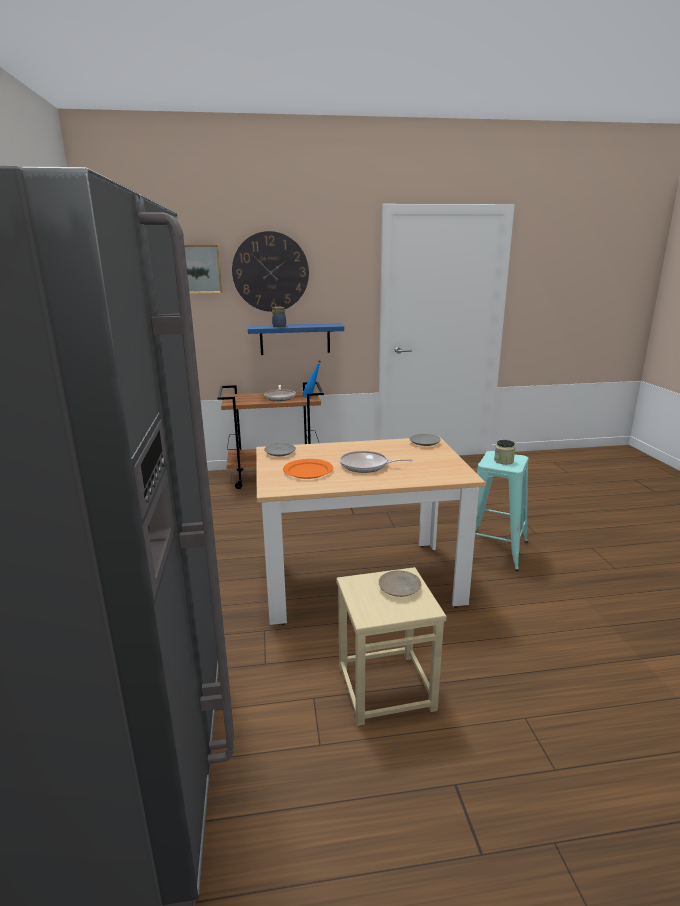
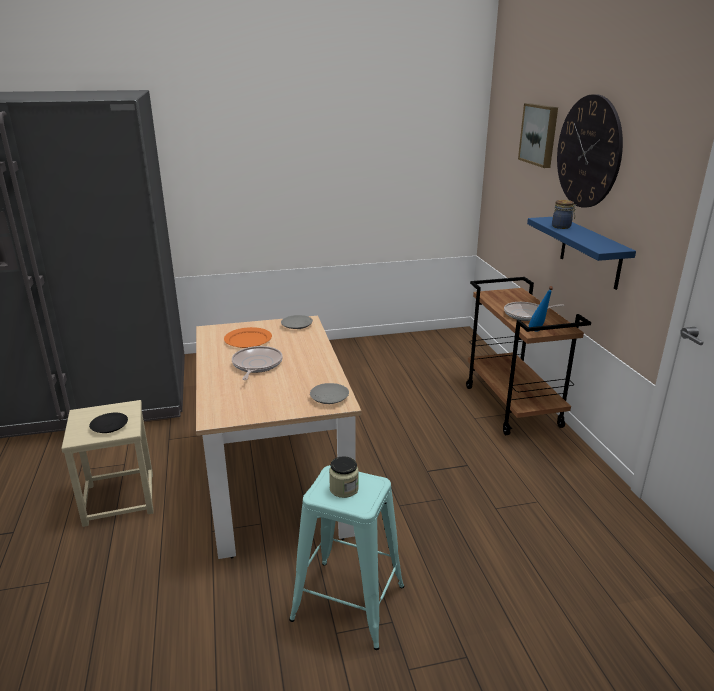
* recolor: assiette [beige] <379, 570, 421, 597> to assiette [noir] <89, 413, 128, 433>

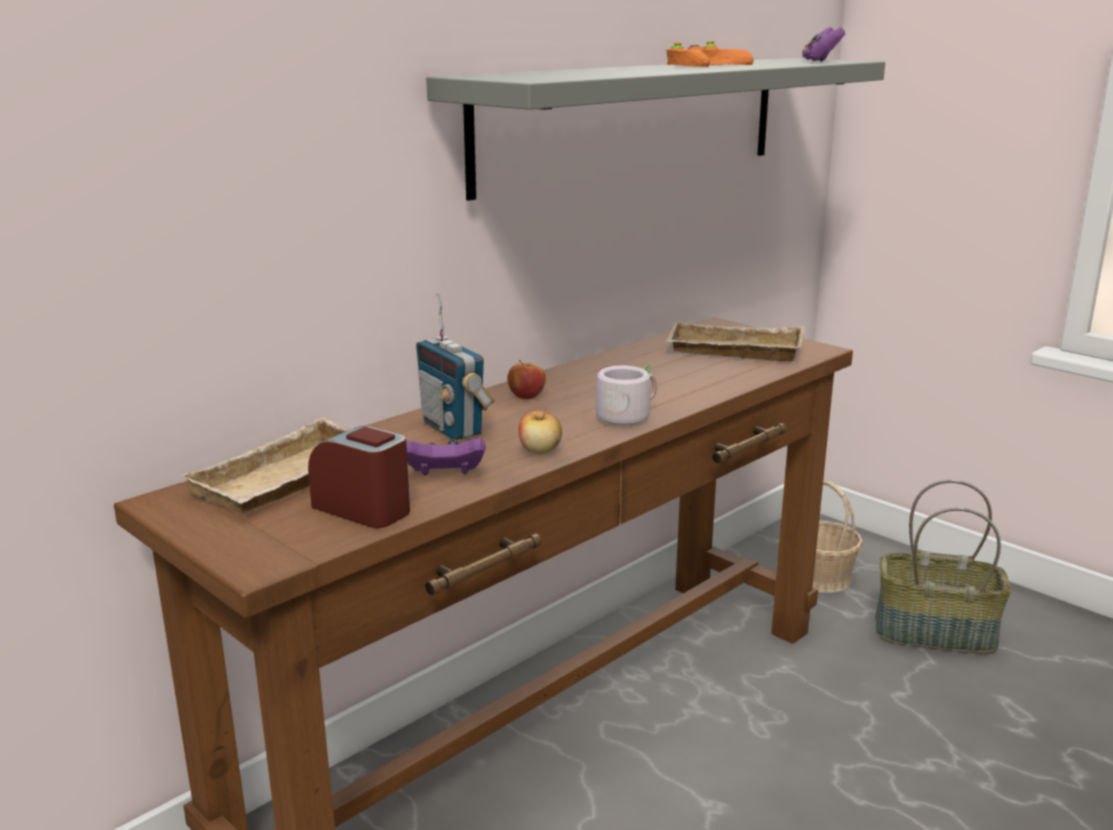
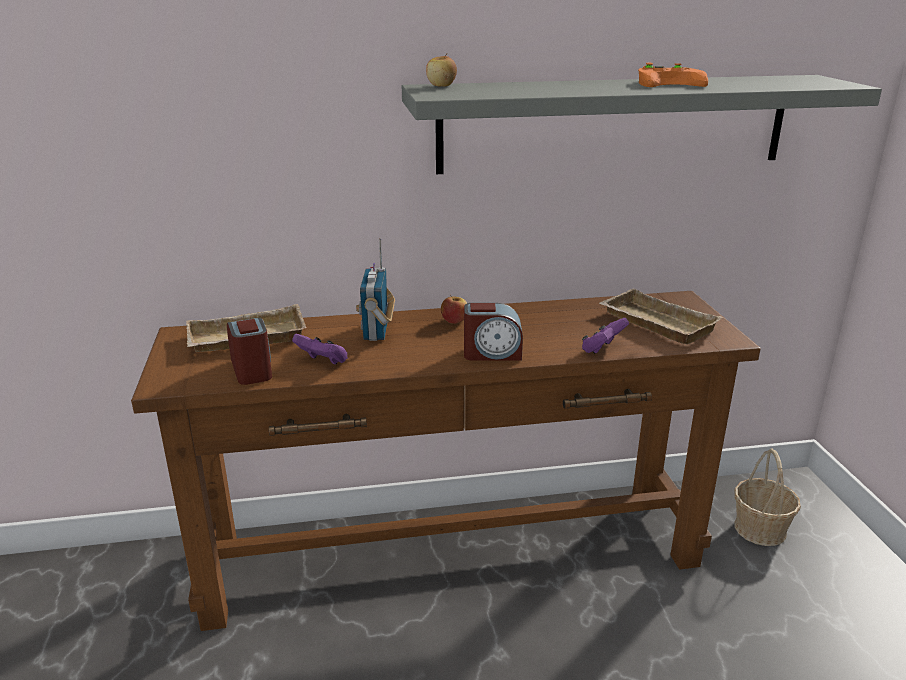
* delete: panier <875, 480, 1011, 654>
* move: pomme <518, 408, 562, 454> to <426, 54, 457, 87>
* move: manette [violet] <802, 27, 845, 62> to <582, 318, 629, 354>
* replace: mug [gris] <579, 364, 657, 425> to réveil <464, 303, 523, 361>

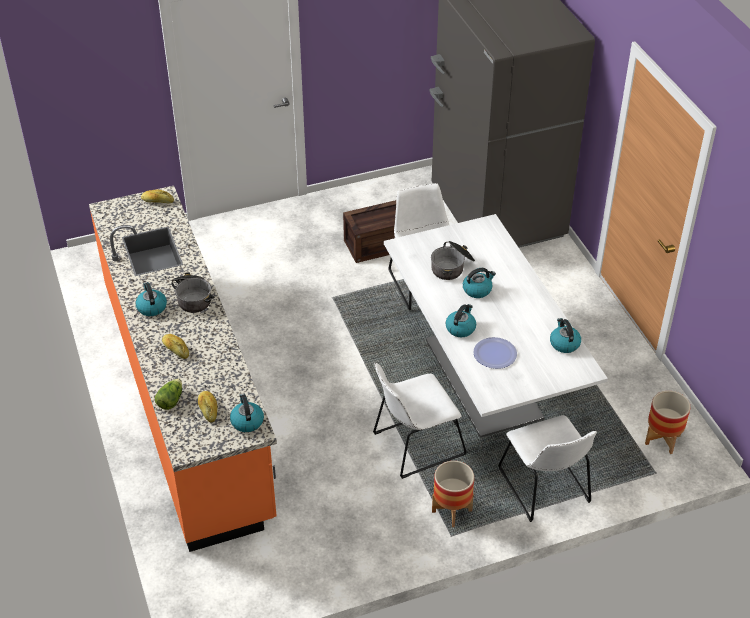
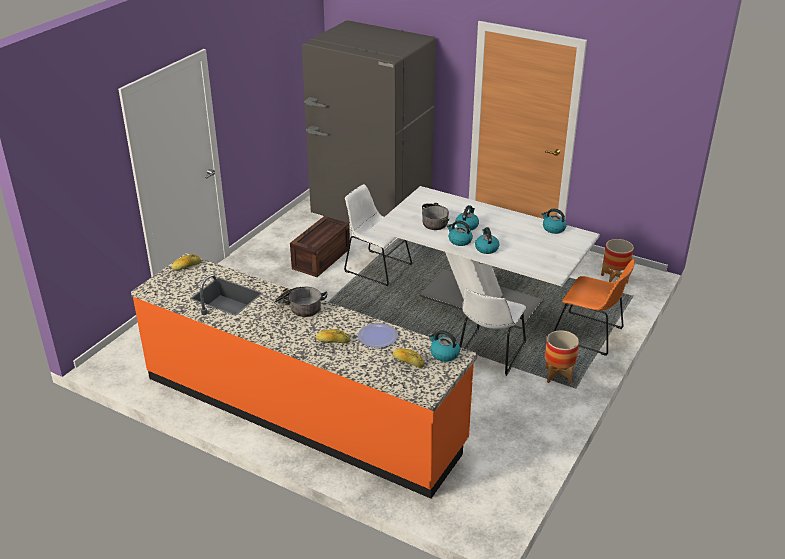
* delete: laitue <154, 378, 182, 410>
* move: bouilloire <135, 282, 167, 316> to <447, 220, 473, 246>
* move: assiette <473, 337, 517, 369> to <358, 323, 398, 348>
* recolor: chaise [blanc] <498, 415, 597, 522> to chaise [orange] <554, 259, 635, 356>

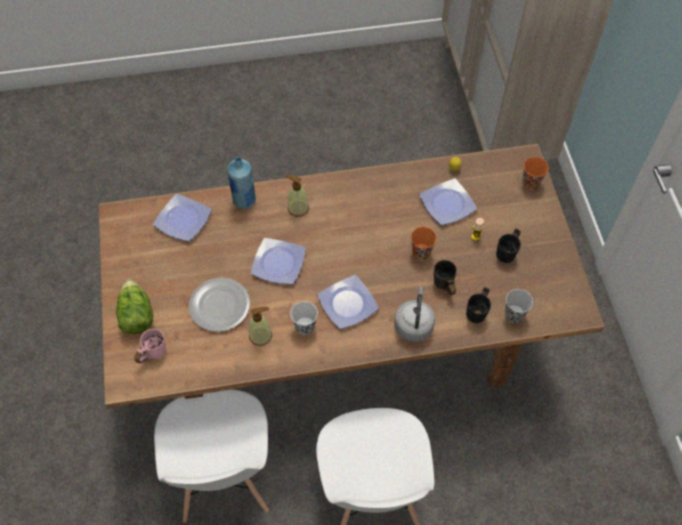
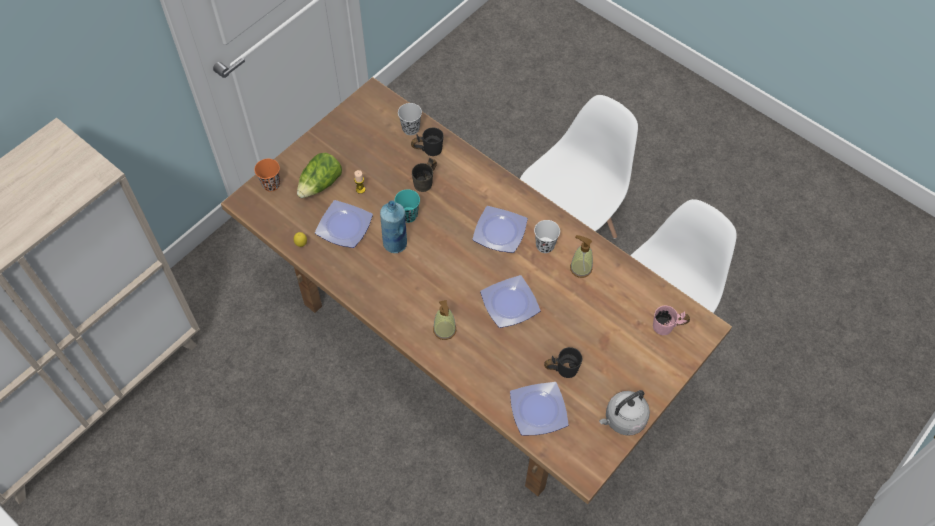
* delete: assiette <189, 278, 250, 332>
* move: laitue <116, 280, 153, 334> to <297, 152, 342, 198>
* move: bouteille [bleu] <227, 157, 256, 209> to <380, 200, 407, 253>
* move: bouilloire [gris] <394, 287, 435, 342> to <599, 390, 650, 436>
* move: mug [noir] <496, 228, 521, 263> to <544, 347, 582, 378>
* recolor: tasse [orange] <411, 227, 437, 260> to tasse [turquoise] <395, 189, 420, 223>

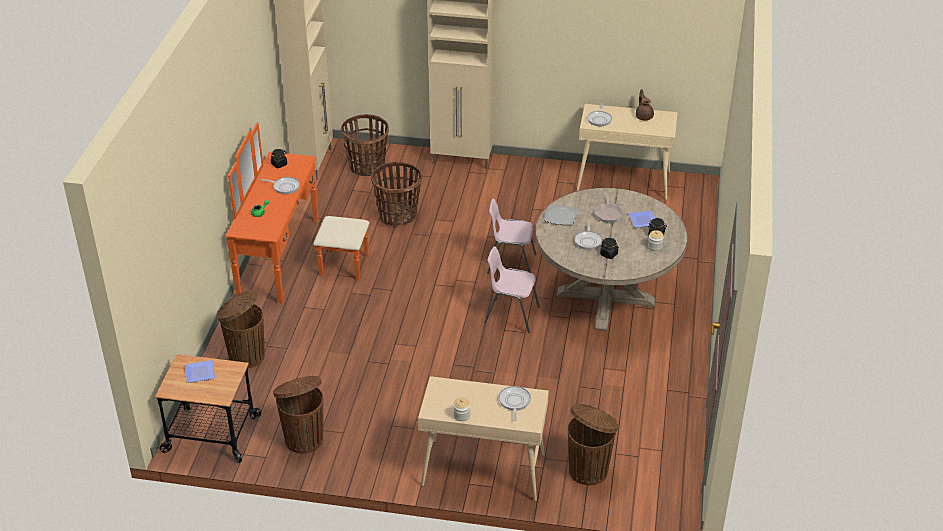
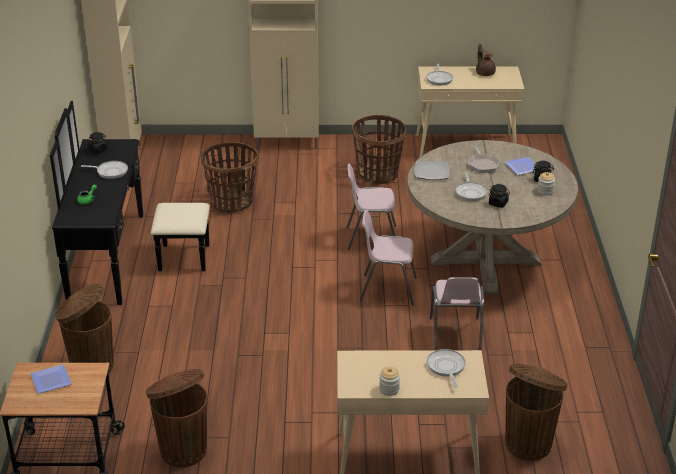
* insert: chaise [rose] <430, 277, 484, 350>
* move: panier <341, 114, 389, 176> to <352, 115, 406, 184>
* recolor: commode [orange] <226, 122, 369, 304> to commode [noir] <50, 101, 210, 305>

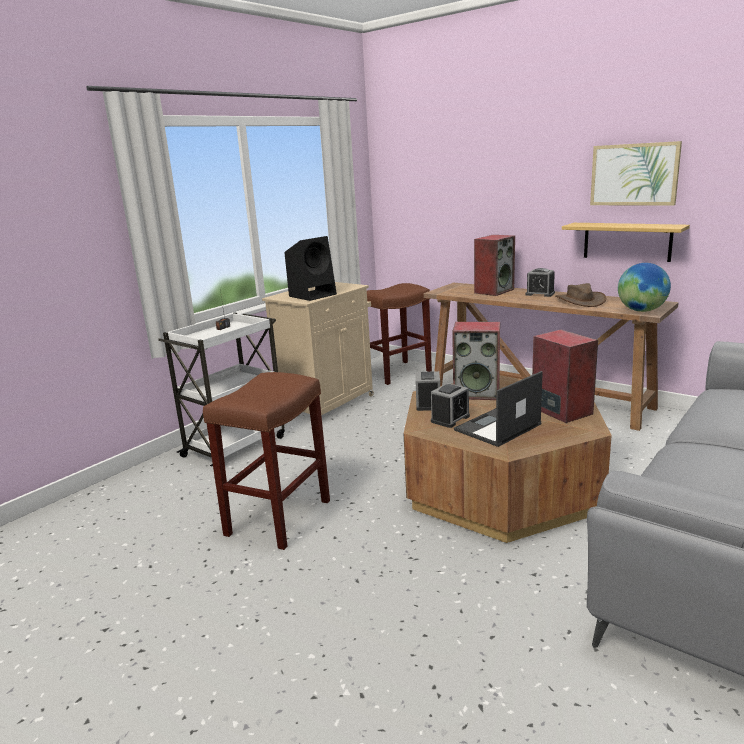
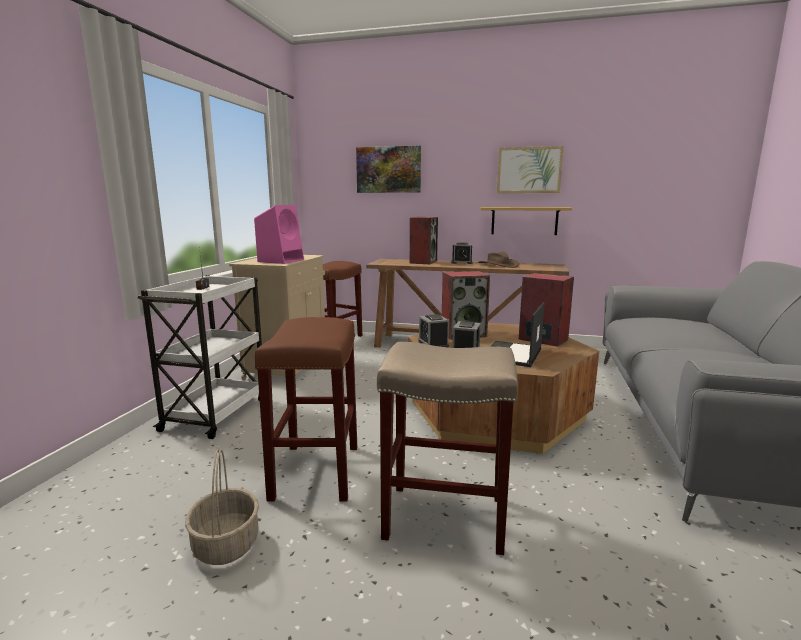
* delete: globe <618, 263, 671, 312>
* insert: panier <185, 449, 259, 565>
* insert: tableau <356, 146, 421, 193>
* insert: tabouret [beige] <377, 342, 518, 555>
* recolor: enceinte [noir] <285, 236, 337, 301> to enceinte [rose] <254, 205, 304, 264>

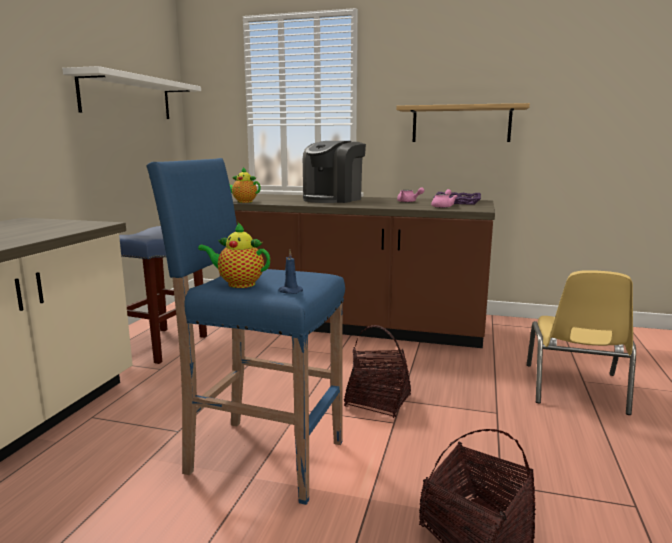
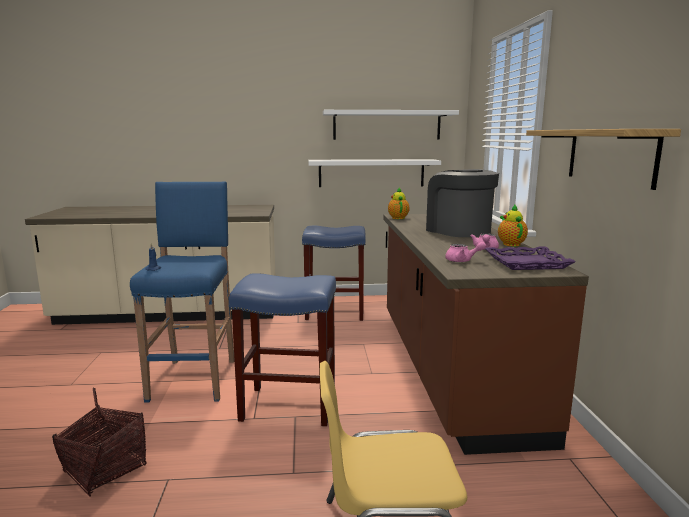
* insert: étagère [blanc] <308, 159, 441, 187>
* move: théière <198, 223, 270, 288> to <498, 204, 528, 246>
* replace: panier <344, 325, 411, 418> to tabouret [bleu] <229, 273, 336, 426>
* rotate: machine à café <303, 141, 366, 203> = <426, 169, 499, 237> 45 degrees clockwise

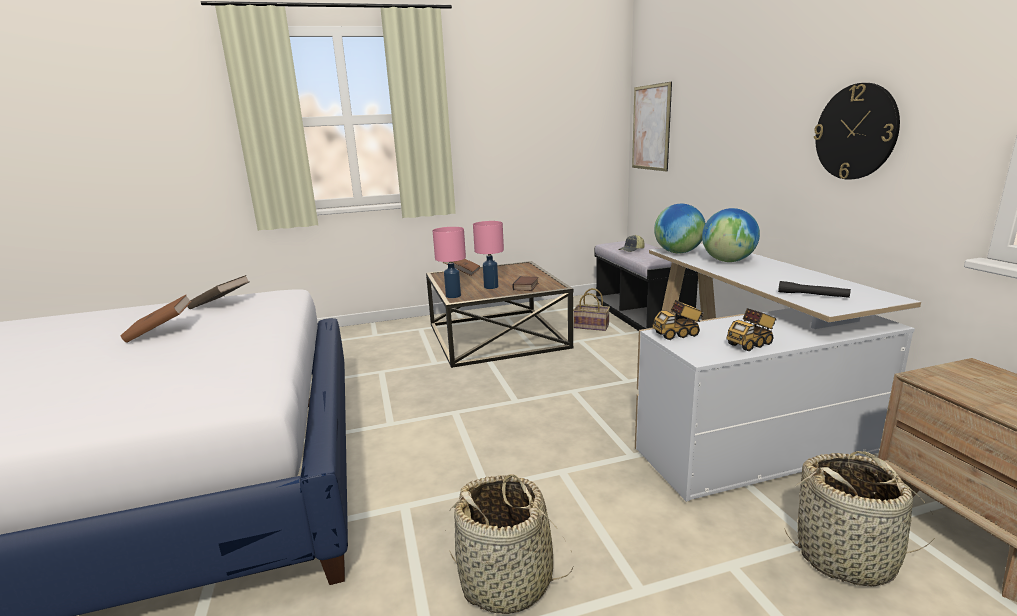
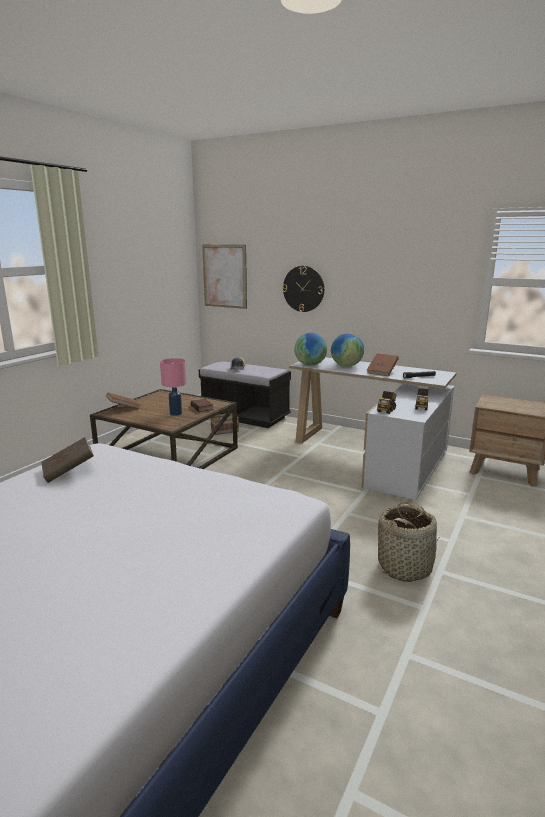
* delete: lampe de table [rose] <433, 227, 466, 298>
* delete: panier <784, 451, 935, 586>
* move: livre [marron] <120, 295, 192, 343> to <367, 353, 399, 376>
* move: horloge murale <814, 83, 900, 180> to <283, 266, 324, 312>

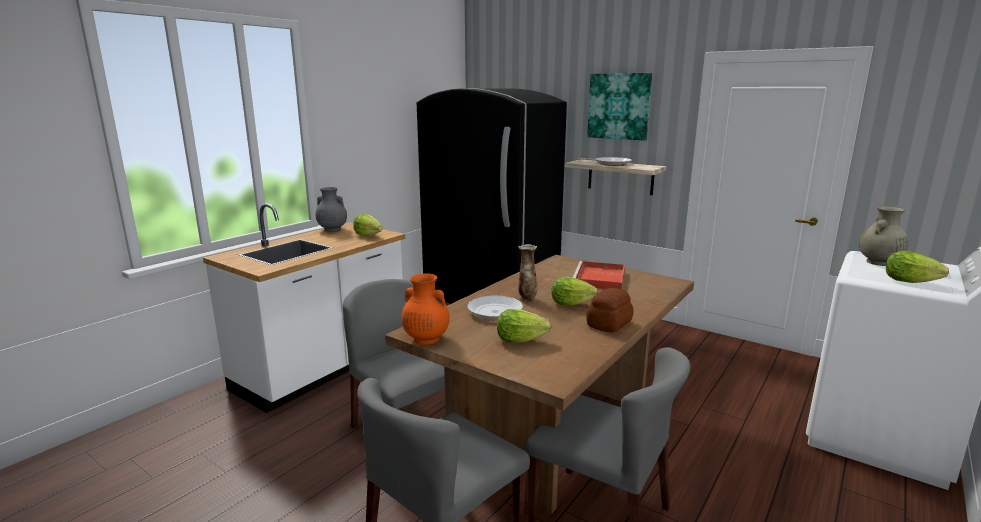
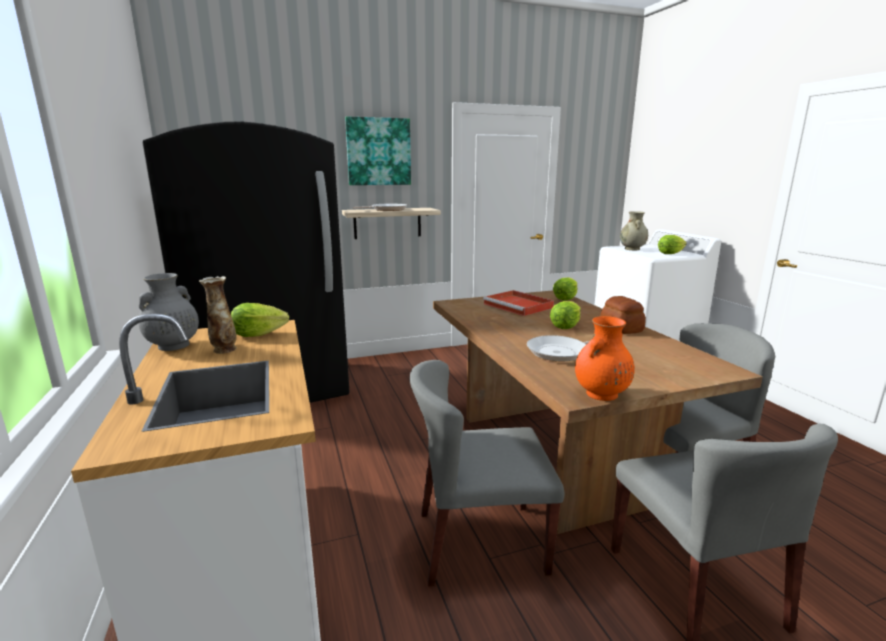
* move: laitue <497, 309, 551, 343> to <553, 277, 578, 301>
* move: vase <518, 244, 537, 302> to <199, 276, 237, 354>

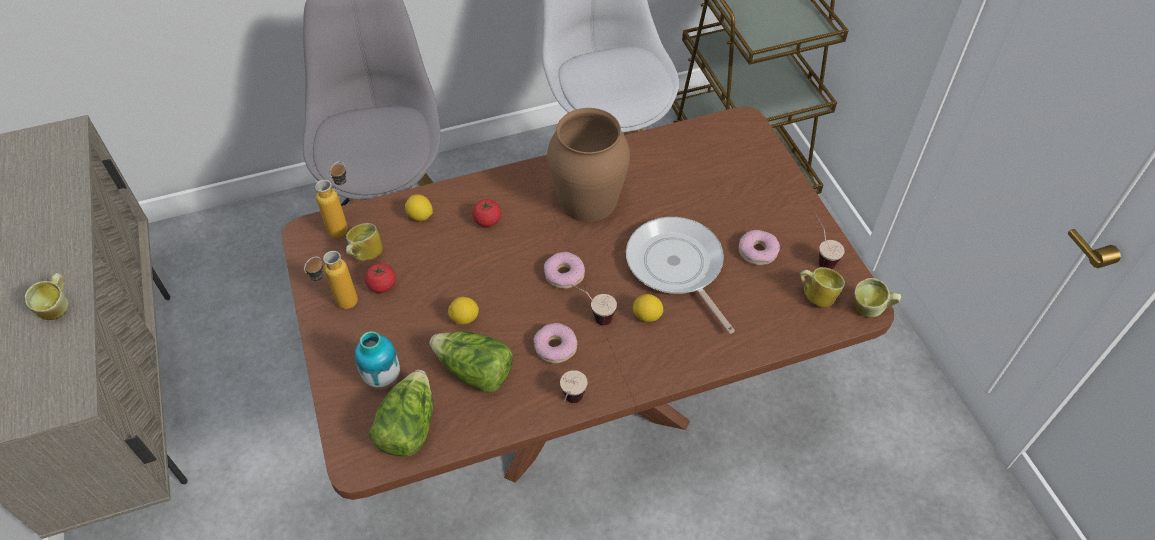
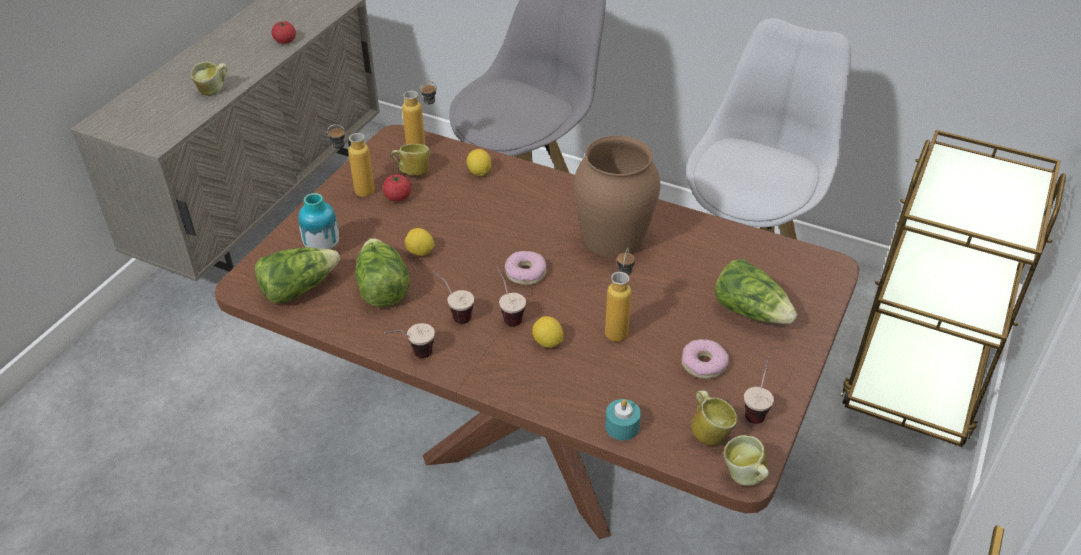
* insert: bougie [turquoise] <605, 399, 641, 440>
* insert: laitue <714, 259, 797, 324>
* move: tomate <472, 199, 502, 227> to <272, 21, 296, 44>
* replace: beignet <533, 323, 577, 363> to tasse <433, 271, 474, 324>
* replace: poêle <626, 217, 735, 334> to bouteille <605, 248, 635, 342>

